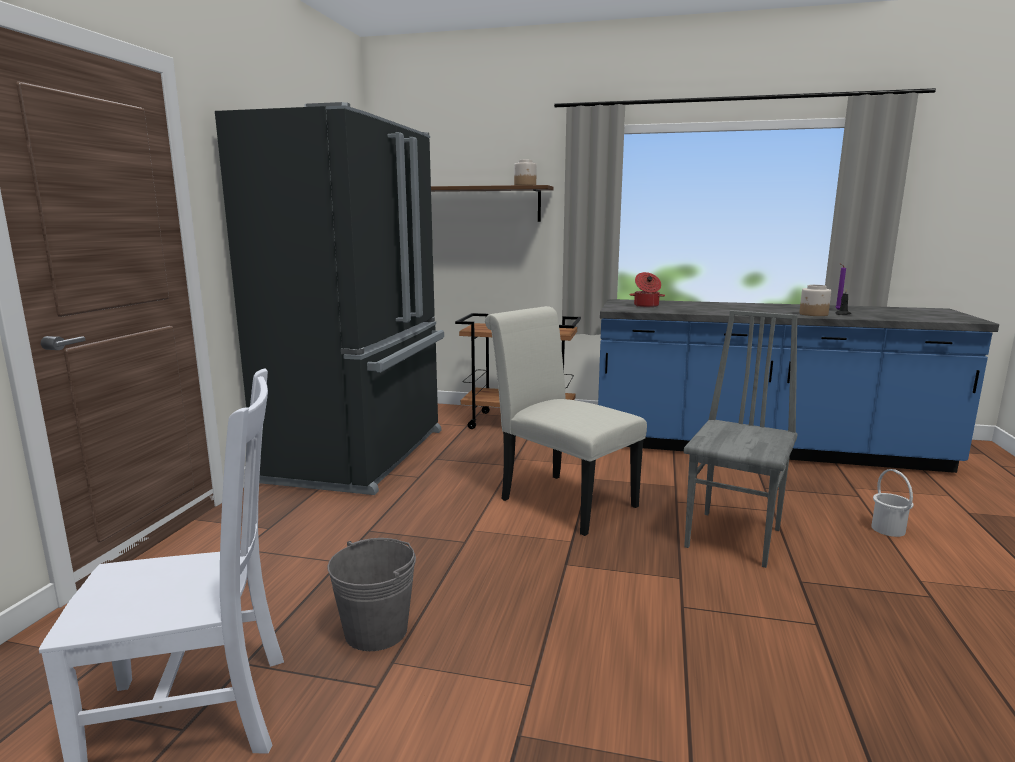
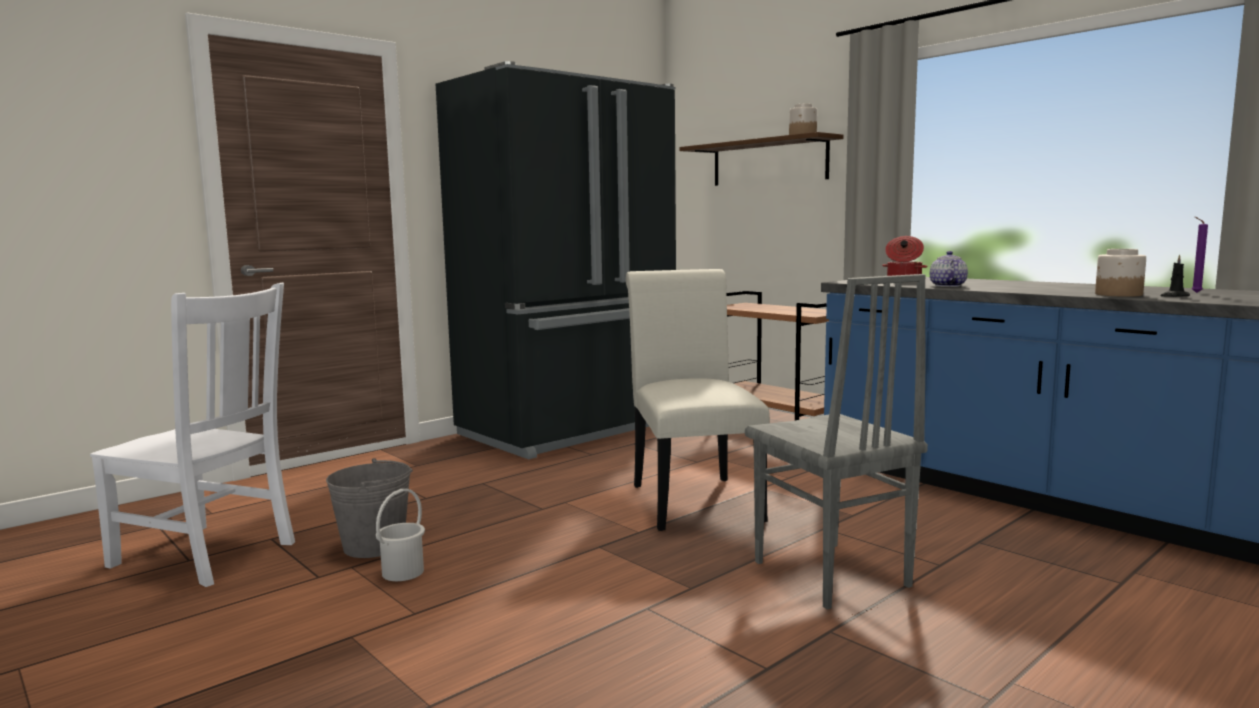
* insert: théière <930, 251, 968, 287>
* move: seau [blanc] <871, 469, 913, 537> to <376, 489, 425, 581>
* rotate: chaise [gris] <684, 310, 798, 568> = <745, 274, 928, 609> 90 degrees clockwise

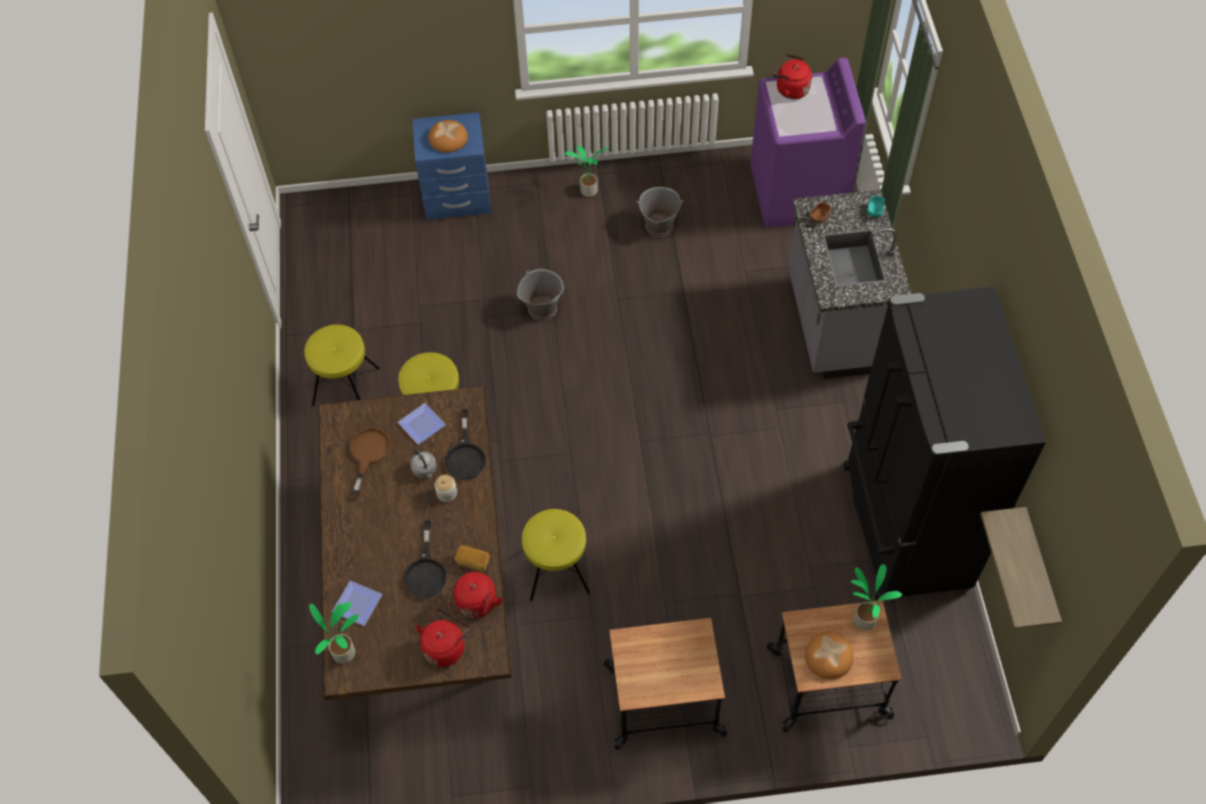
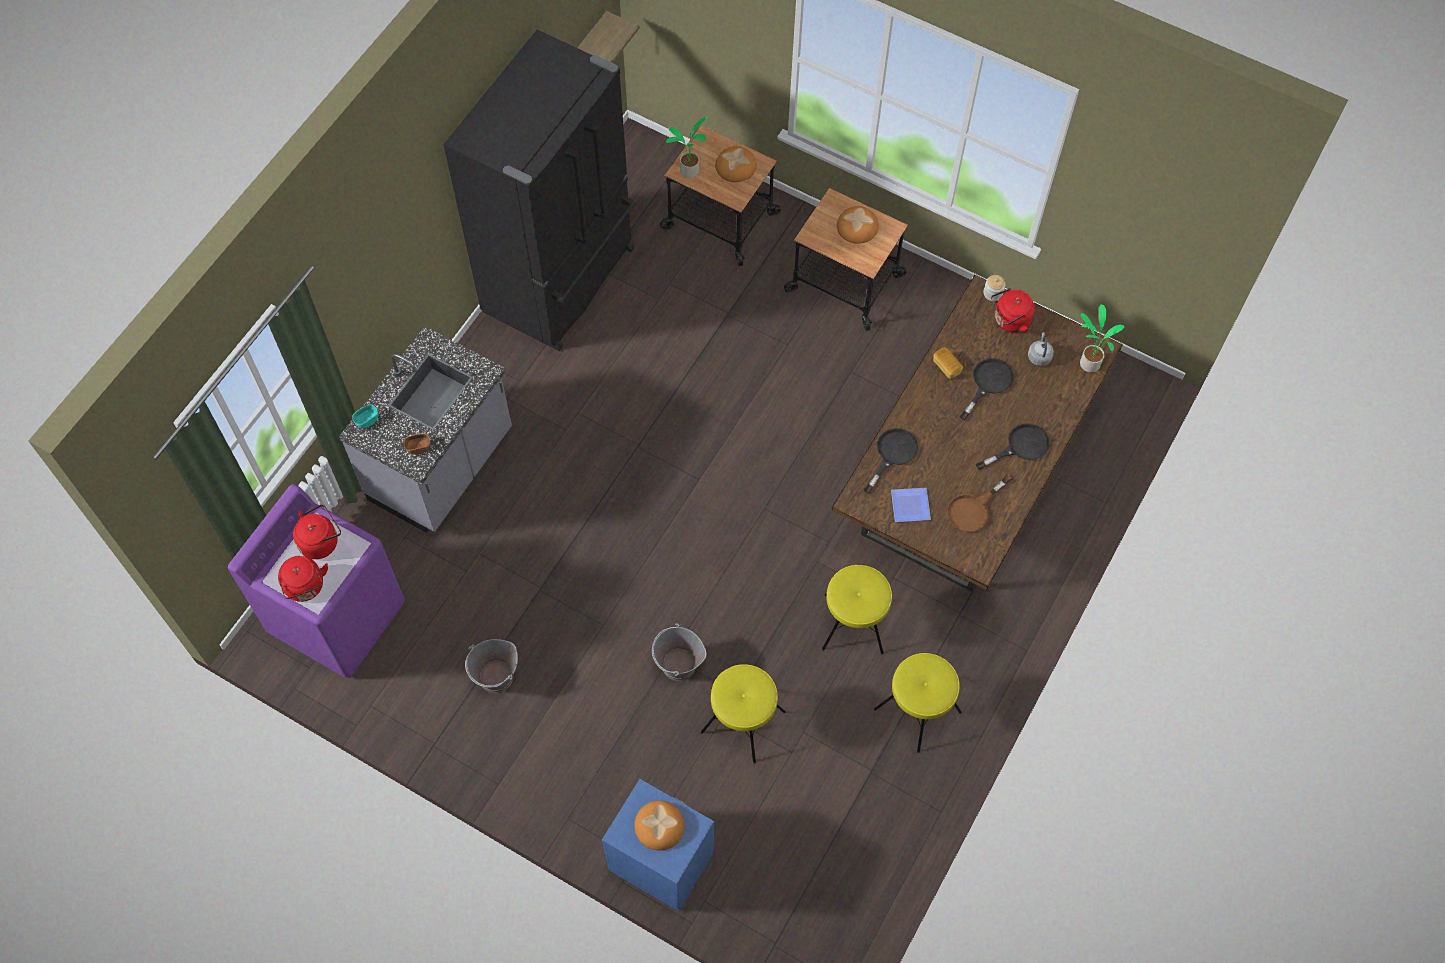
* delete: assiette <332, 580, 383, 626>
* delete: plante en pot <564, 146, 610, 197>
* insert: pain <837, 206, 879, 244>
* insert: poêle [noir] <976, 423, 1049, 470>
* move: bouilloire [gris] <410, 449, 437, 478> to <1028, 332, 1054, 366>
* move: bocal <434, 475, 457, 502> to <983, 275, 1005, 301>
* move: bouilloire [rouge] <447, 572, 503, 618> to <293, 505, 341, 559>
* move: tabouret [jaune] <522, 509, 591, 602> to <700, 664, 786, 763>

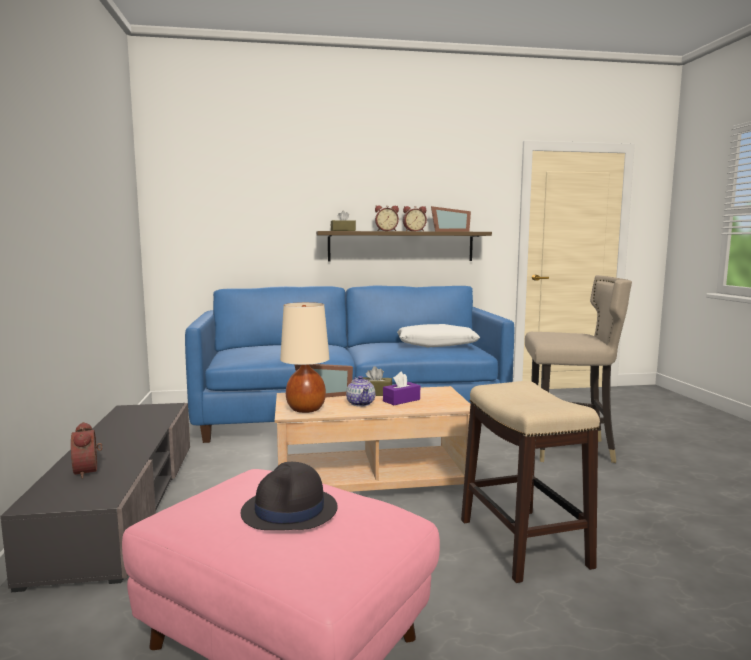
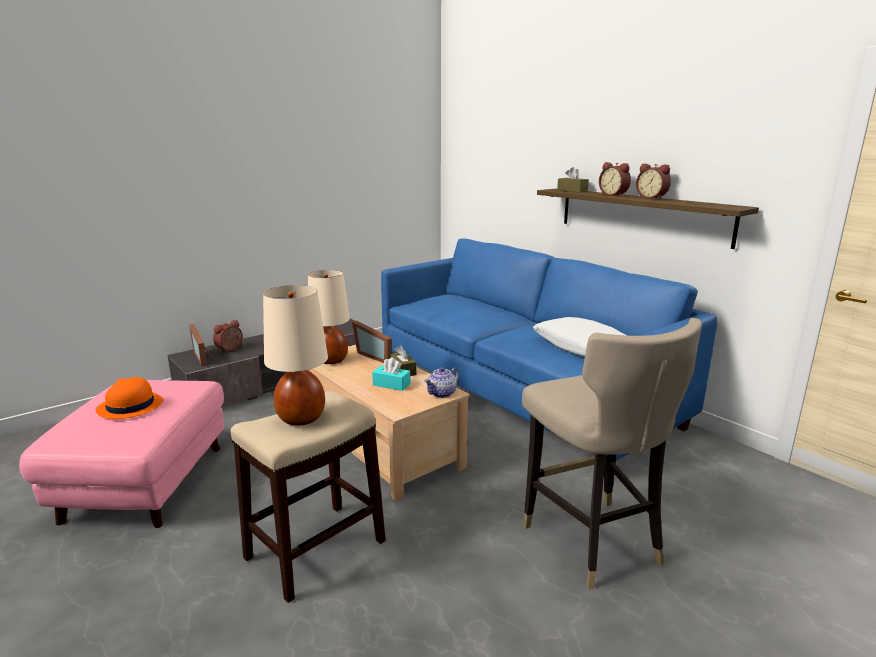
* insert: lampe de table [beige] <263, 285, 328, 426>
* move: théière <346, 376, 375, 407> to <425, 367, 459, 398>
* move: cadre photo <431, 206, 471, 232> to <189, 324, 212, 366>
* recolor: chapeau [noir] <241, 462, 338, 530> to chapeau [orange] <96, 377, 164, 419>
* recolor: boîte à mouchoirs [violet] <383, 372, 420, 405> to boîte à mouchoirs [turquoise] <372, 357, 411, 391>

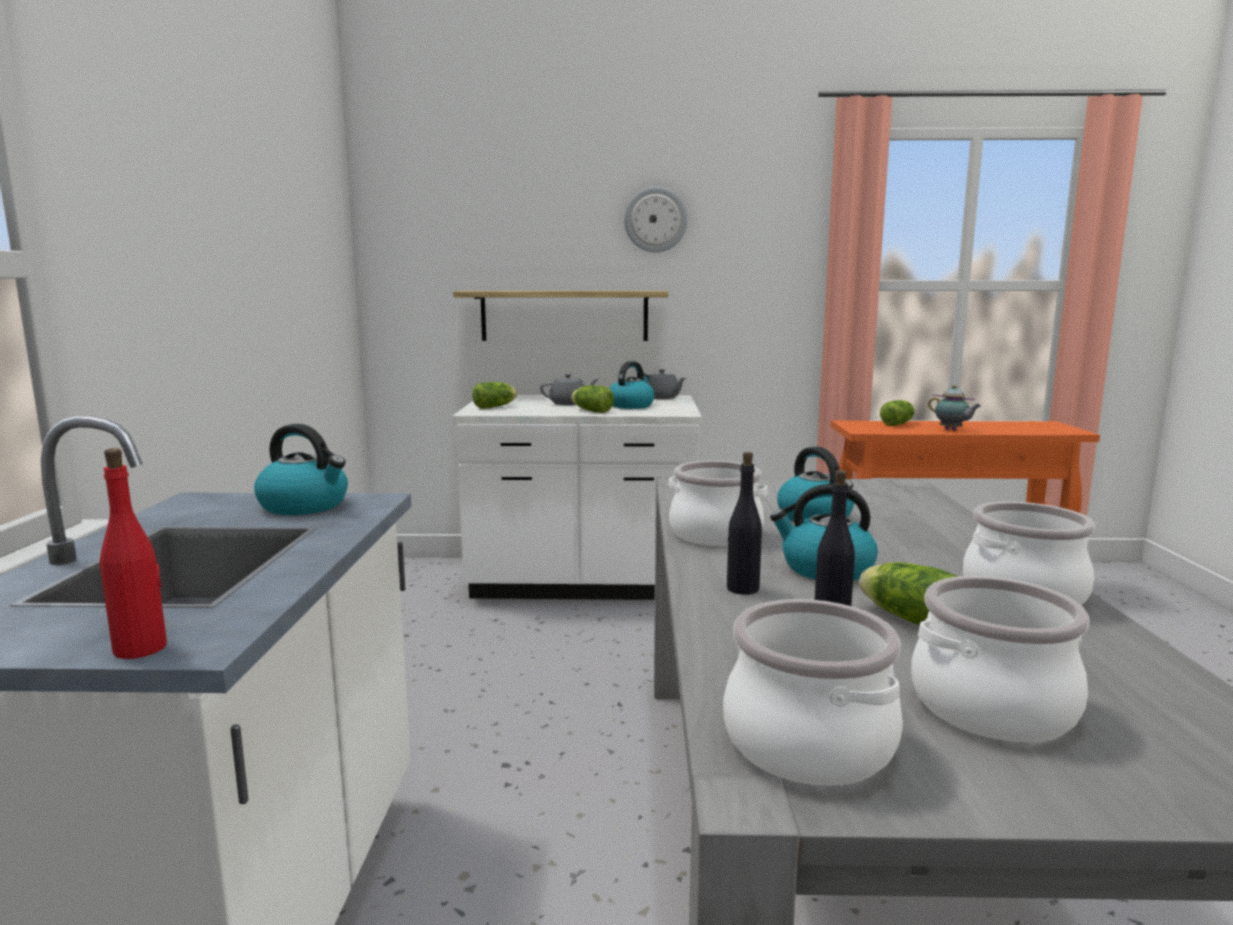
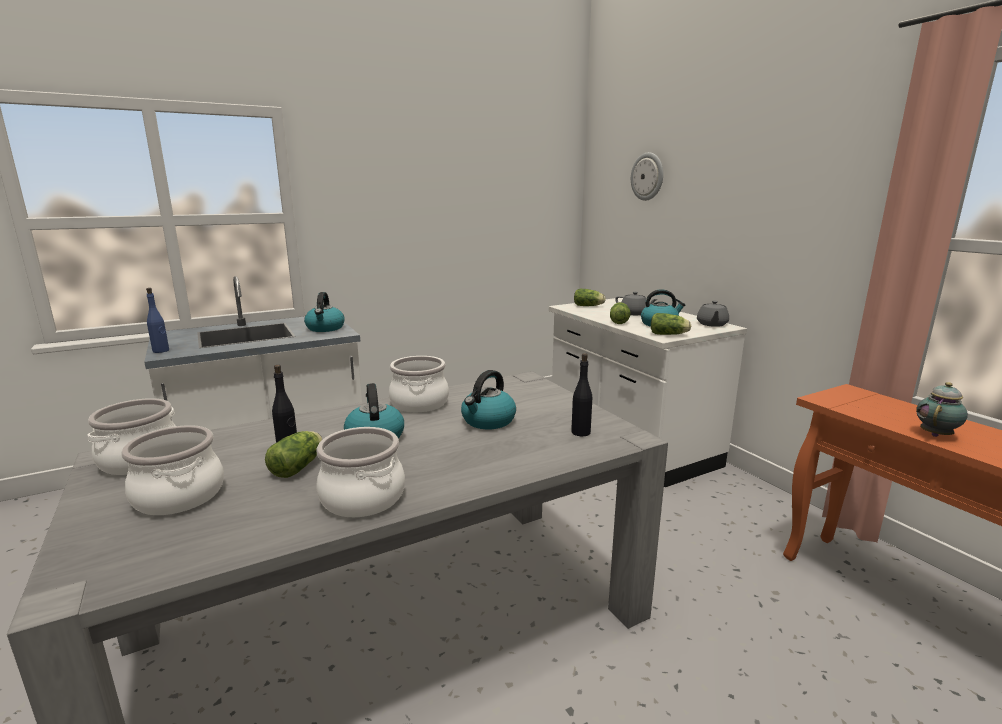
* delete: étagère <453, 291, 668, 341>
* move: horloge murale <624, 186, 688, 253> to <631, 152, 663, 201>
* move: bouteille [noir] <727, 452, 762, 595> to <571, 353, 592, 436>
* move: laitue <880, 400, 915, 426> to <651, 313, 691, 335>
* recolor: bouteille [rouge] <100, 448, 167, 659> to bouteille [bleu] <146, 288, 169, 353>
* rotate: théière <928, 385, 981, 431> = <916, 382, 968, 437> 150 degrees counterclockwise

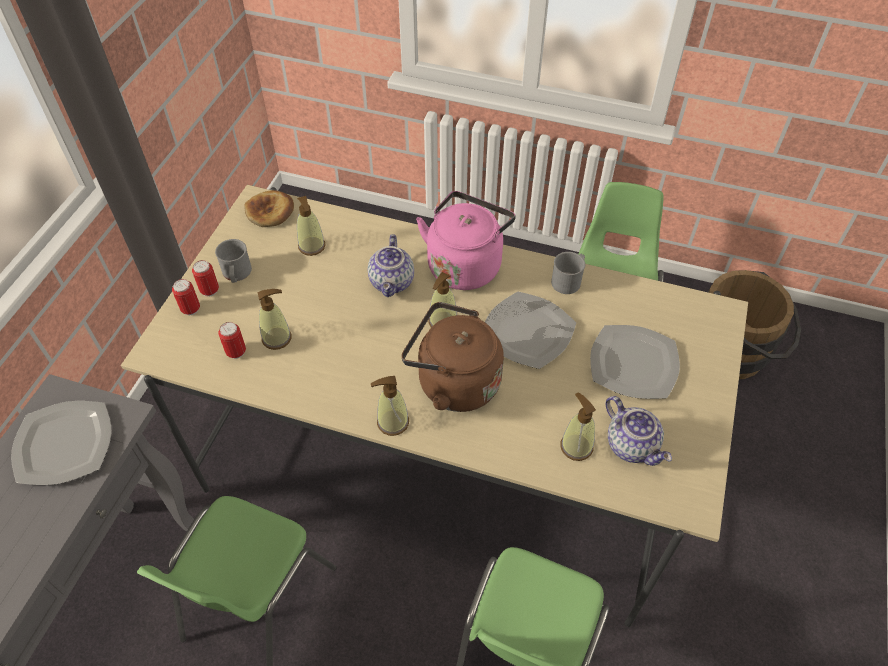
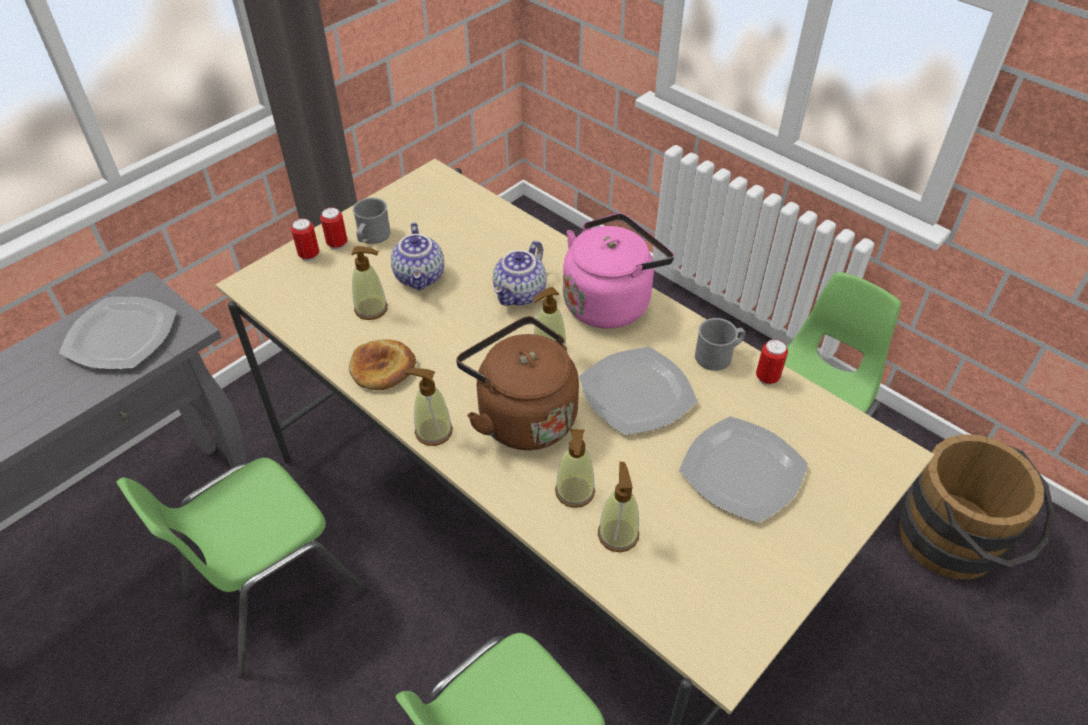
* move: boîte métallique <218, 322, 246, 359> to <756, 339, 788, 385>
* move: pain <244, 190, 294, 227> to <349, 339, 416, 390>
* move: distributeur de savon <297, 196, 325, 256> to <555, 429, 595, 508>
* move: théière <605, 396, 672, 466> to <391, 222, 444, 291>

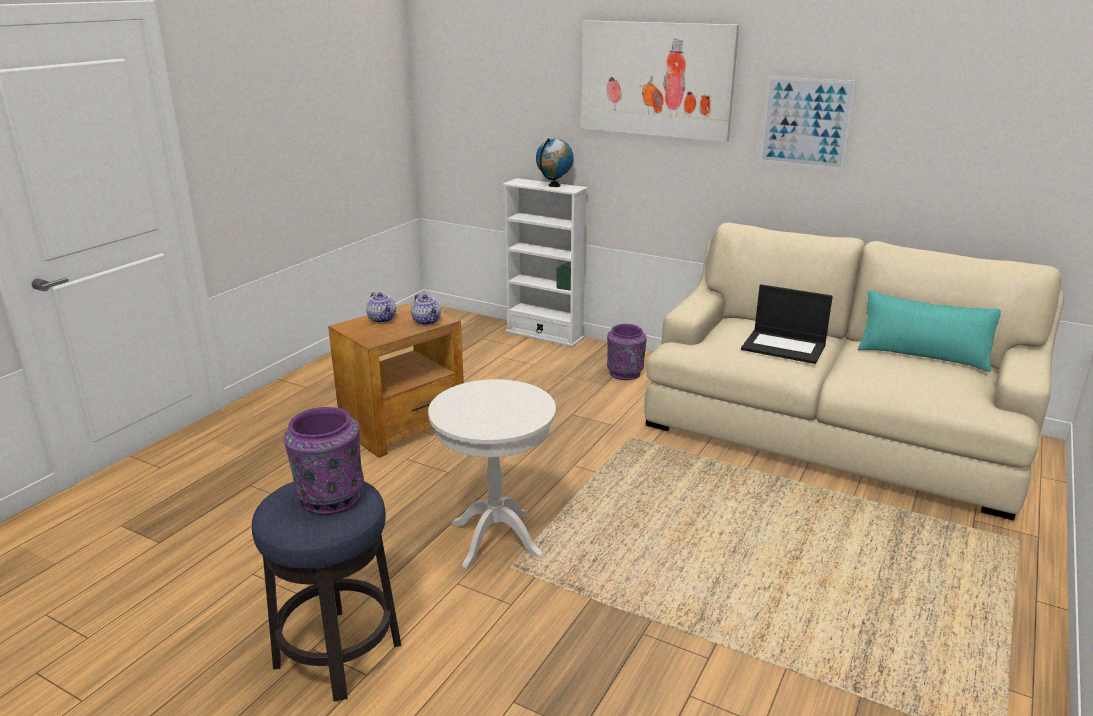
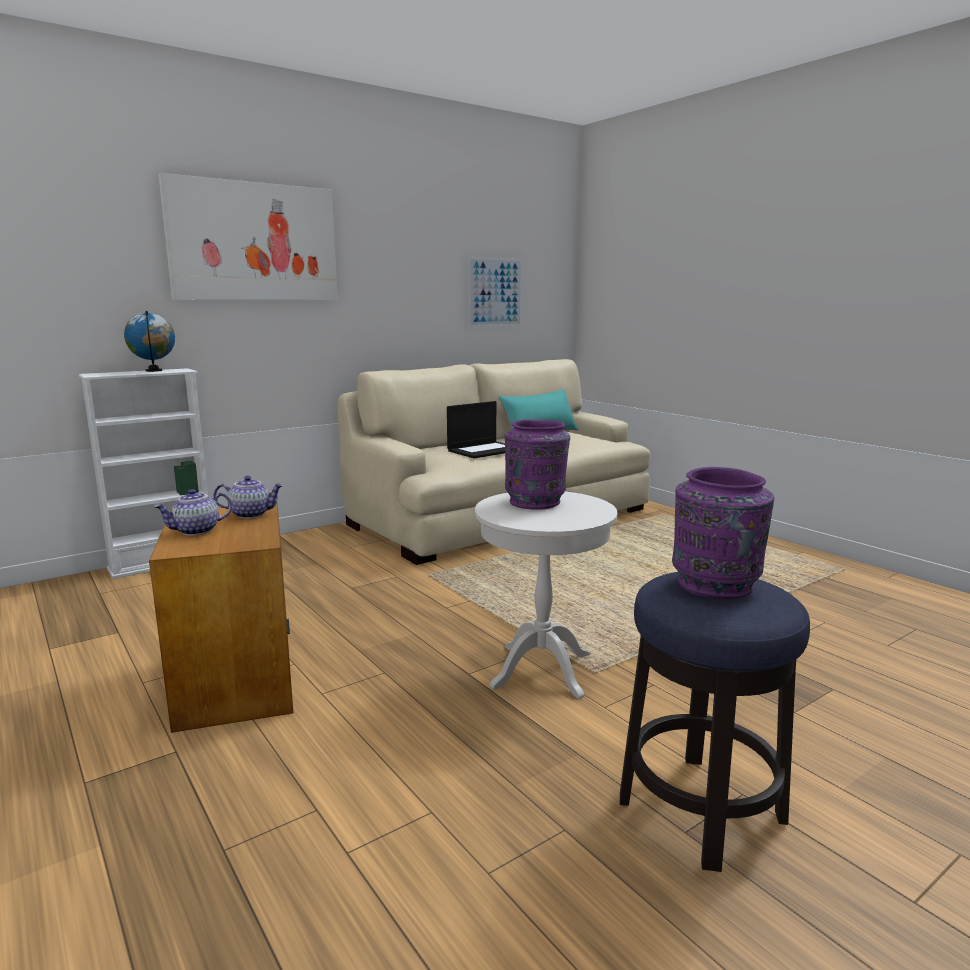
* move: vase [violet] <607, 324, 647, 380> to <505, 420, 570, 509>
* move: tableau <759, 76, 857, 171> to <468, 257, 523, 327>
* rotate: théière <366, 292, 396, 323> = <154, 489, 232, 536> 150 degrees clockwise

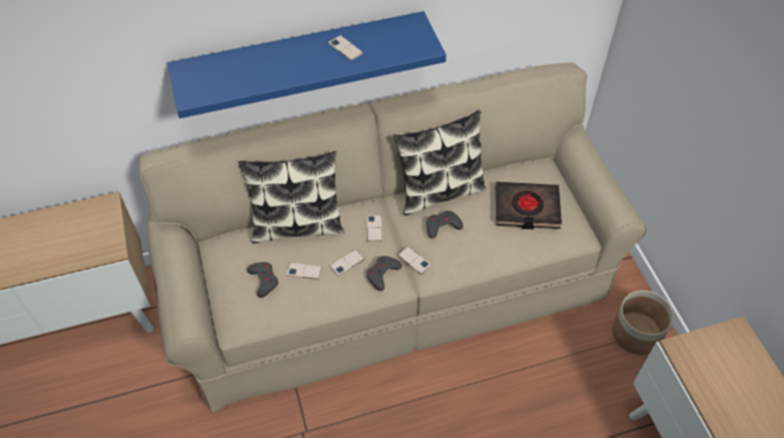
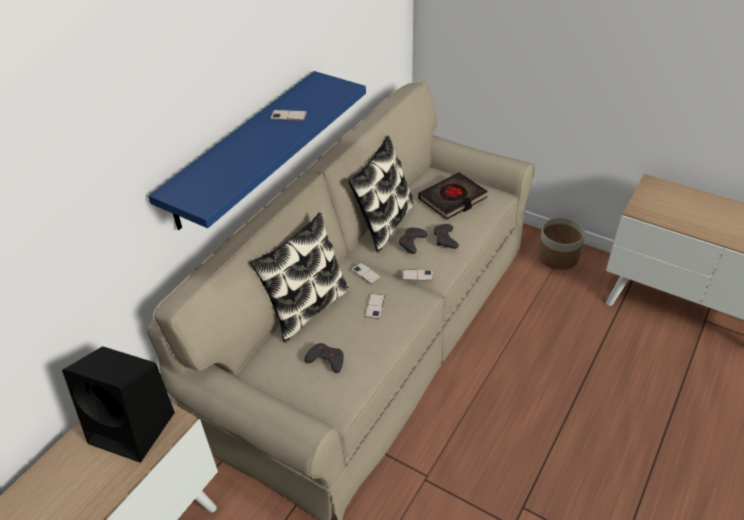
* delete: téléphone <286, 262, 322, 280>
* insert: enceinte [noir] <62, 346, 175, 463>
* move: manette [gris] <366, 256, 402, 291> to <434, 224, 459, 249>

